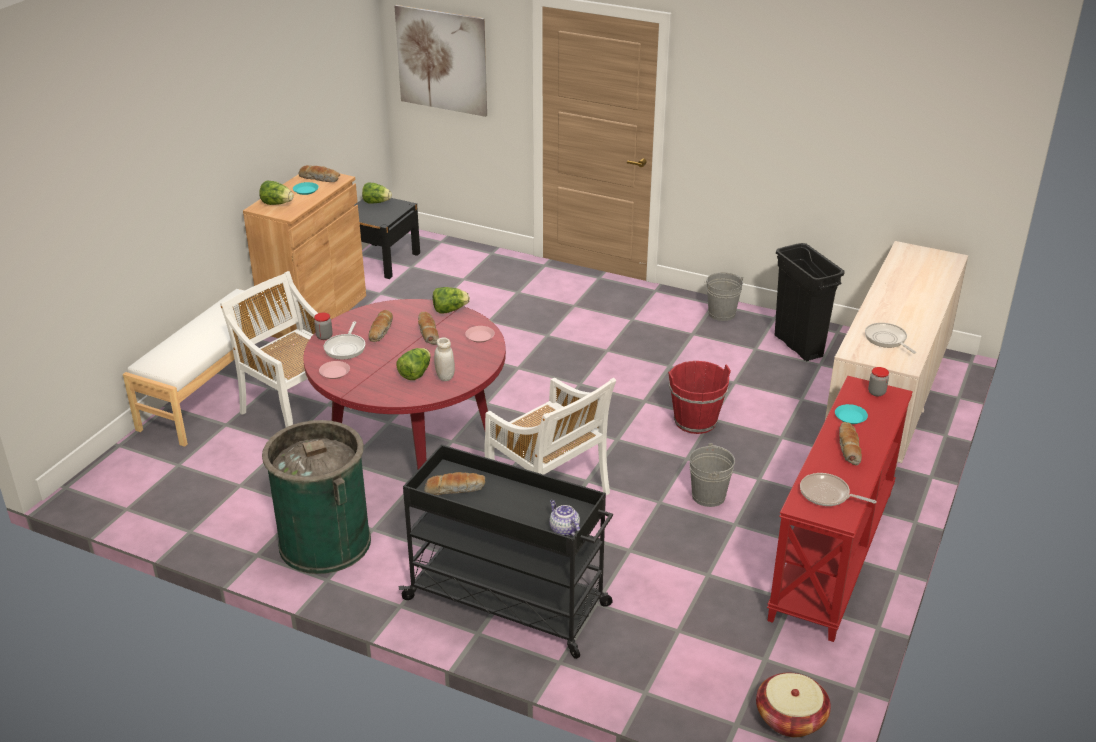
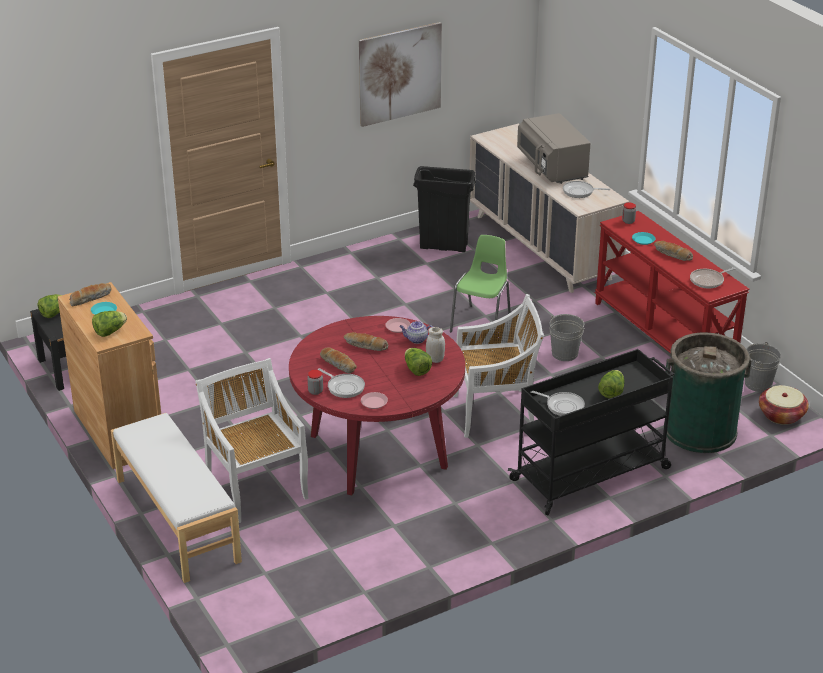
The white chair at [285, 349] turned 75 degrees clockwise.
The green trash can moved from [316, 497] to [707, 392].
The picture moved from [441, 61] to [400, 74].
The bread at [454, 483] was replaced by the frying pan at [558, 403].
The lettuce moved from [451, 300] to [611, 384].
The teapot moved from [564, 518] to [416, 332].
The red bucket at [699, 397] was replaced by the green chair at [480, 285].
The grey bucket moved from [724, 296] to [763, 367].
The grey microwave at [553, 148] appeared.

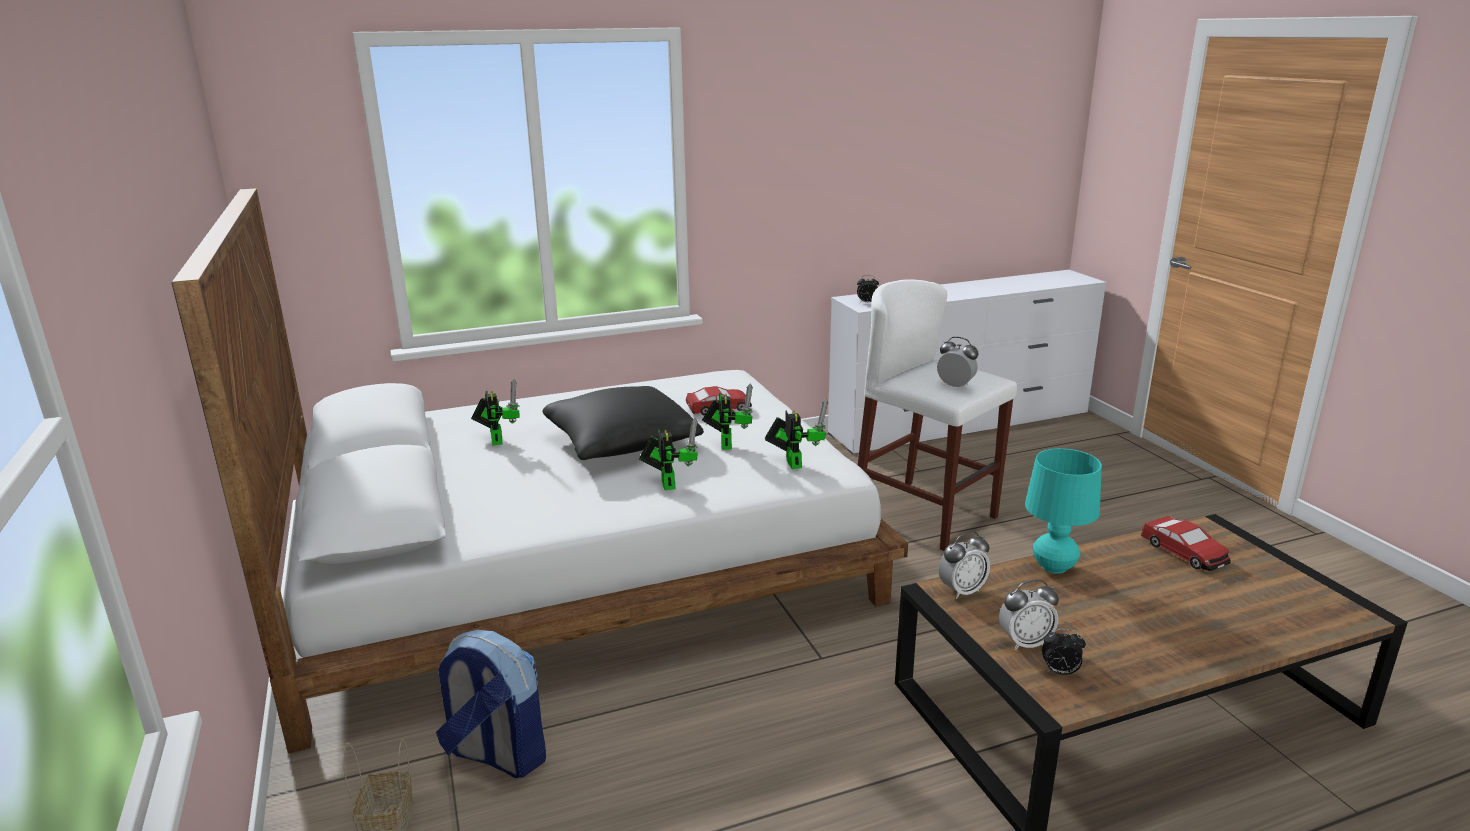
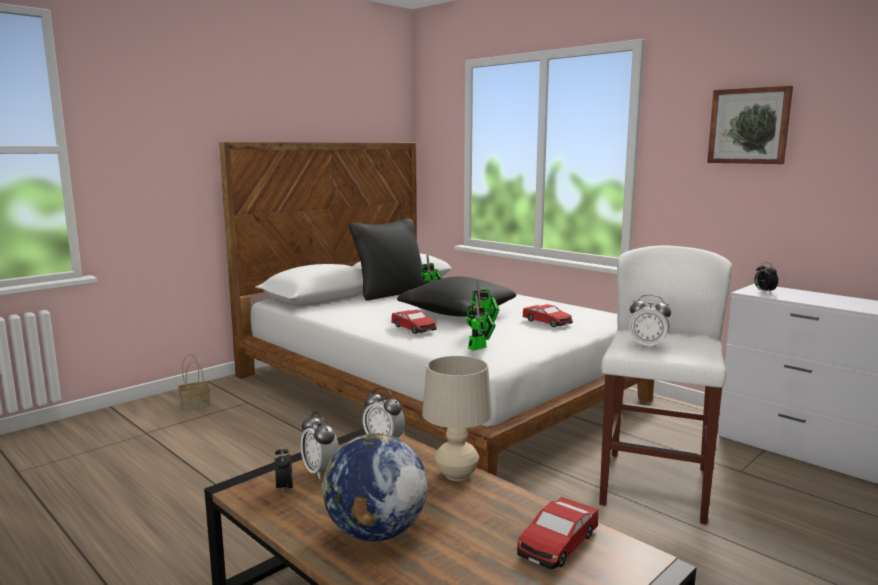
The backpack at [491, 704] disappeared.
The toy robot at [668, 454] was replaced by the toy car at [414, 322].
The alarm clock at [958, 362] turned 105 degrees clockwise.
The turquoise table lamp at [1063, 511] became the beige table lamp at [457, 418].
The globe at [374, 487] appeared.
The black pillow at [387, 259] appeared.
The picture at [750, 125] appeared.

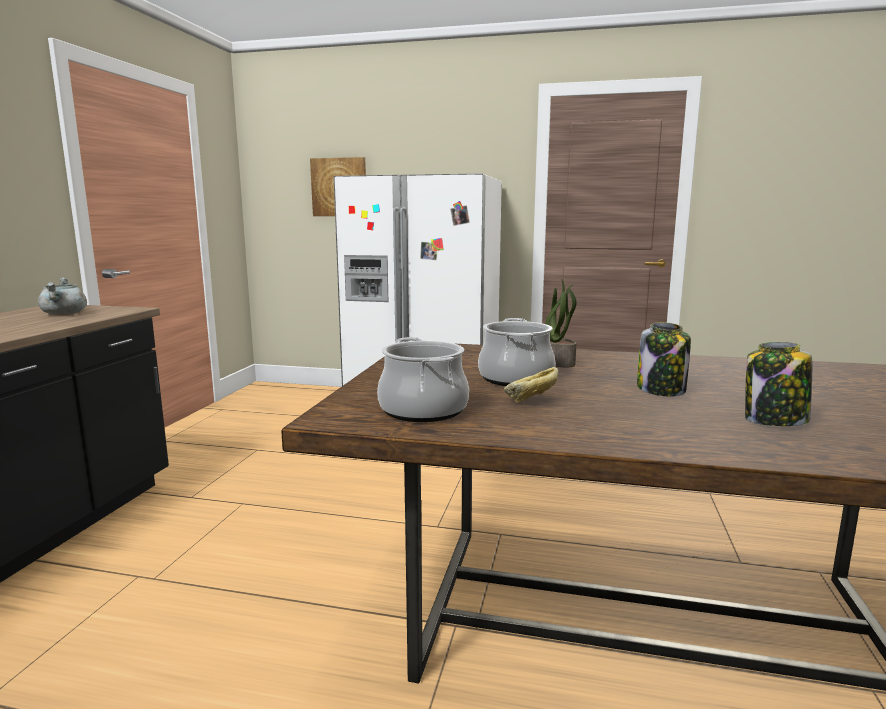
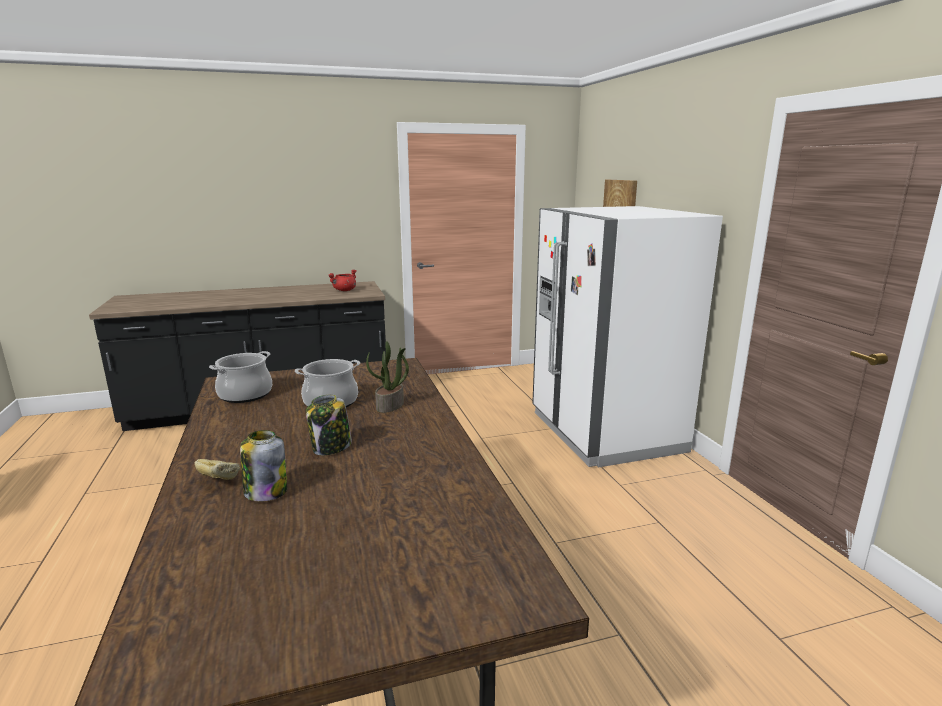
The grey cooking pot at [62, 296] became the red cooking pot at [342, 280].
The bread moved from [531, 385] to [217, 469].

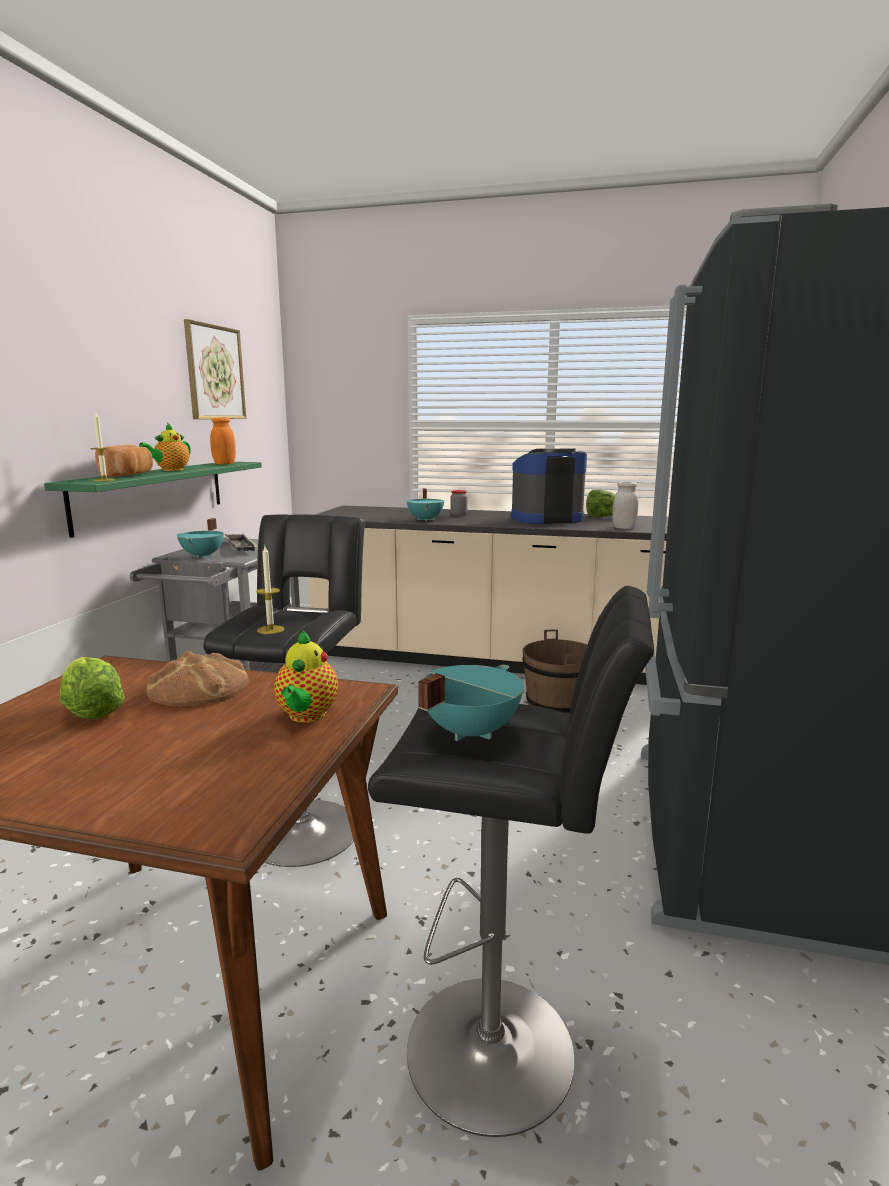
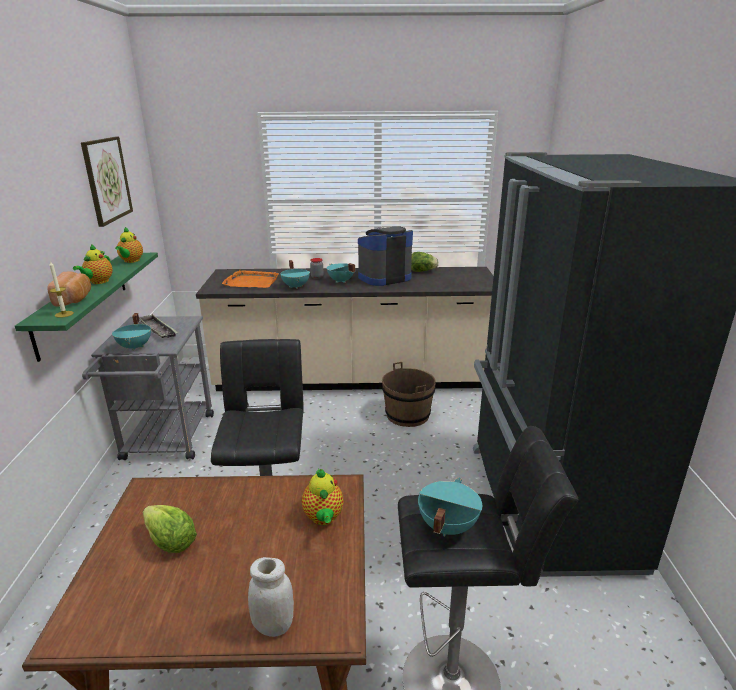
The bread at [197, 678] disappeared.
The orange jar at [223, 441] was replaced by the teapot at [129, 245].
The candle at [270, 590] disappeared.
The white jar moved from [625, 505] to [271, 597].
The orange tray at [250, 279] appeared.
The turquoise cooking pot at [341, 273] appeared.

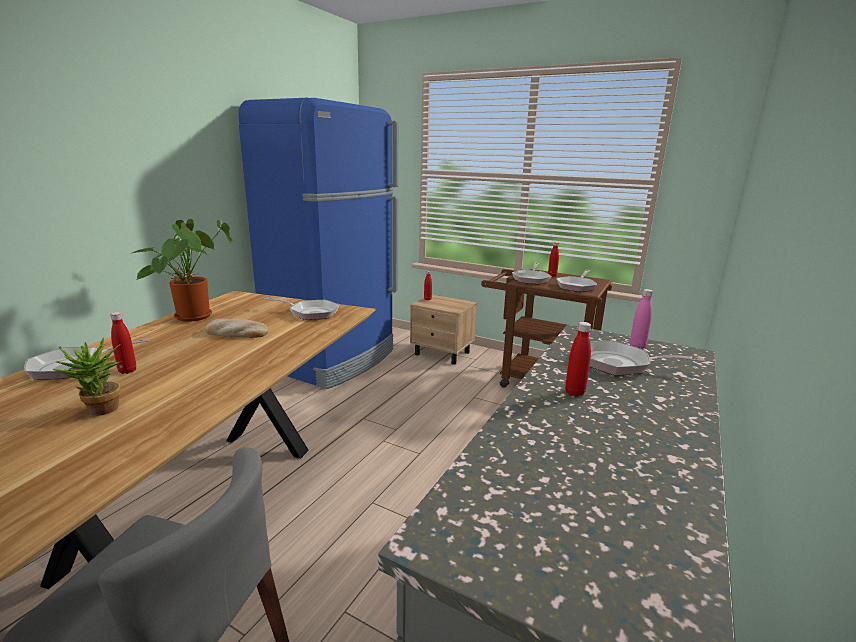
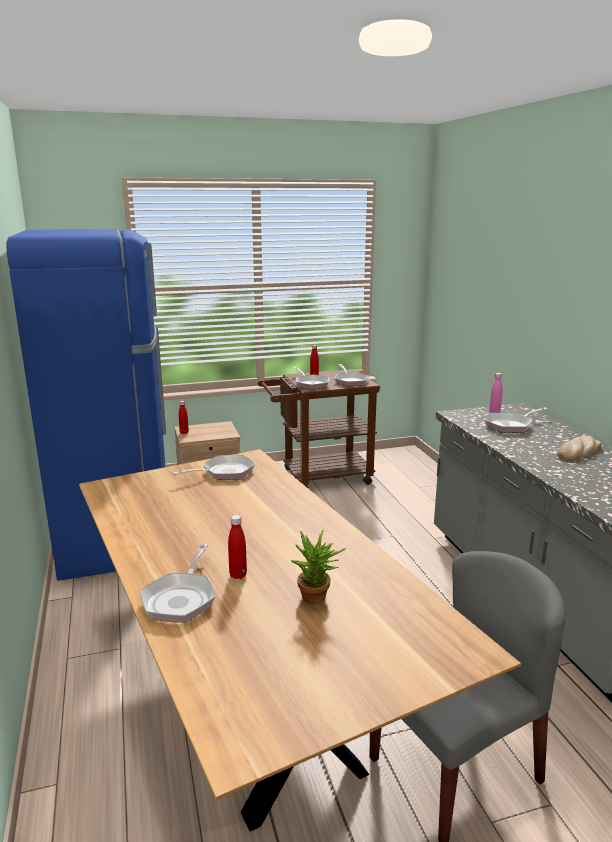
The potted plant at [182, 270] disappeared.
The bread moved from [237, 328] to [579, 447].
The red bottle at [578, 359] disappeared.

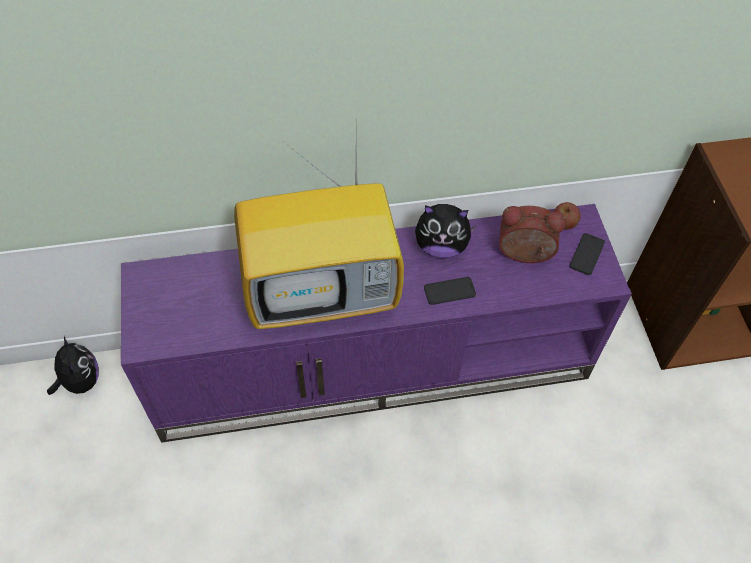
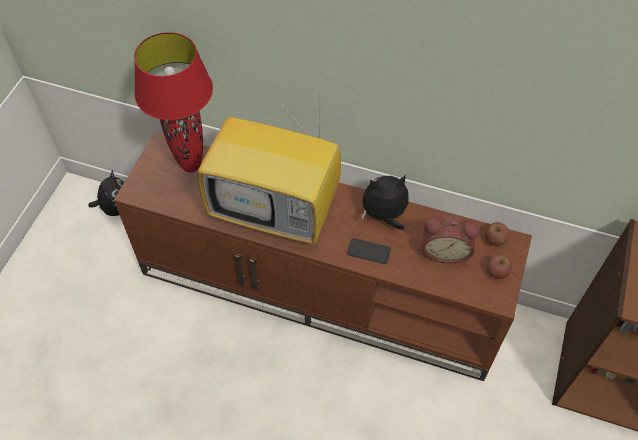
The purple tv stand at [376, 323] became the brown tv stand at [323, 256].
The plush toy at [445, 231] turned 135 degrees clockwise.
The alarm clock at [532, 234] turned 150 degrees clockwise.
The phone at [587, 254] was replaced by the apple at [499, 266].
The red table lamp at [173, 102] appeared.

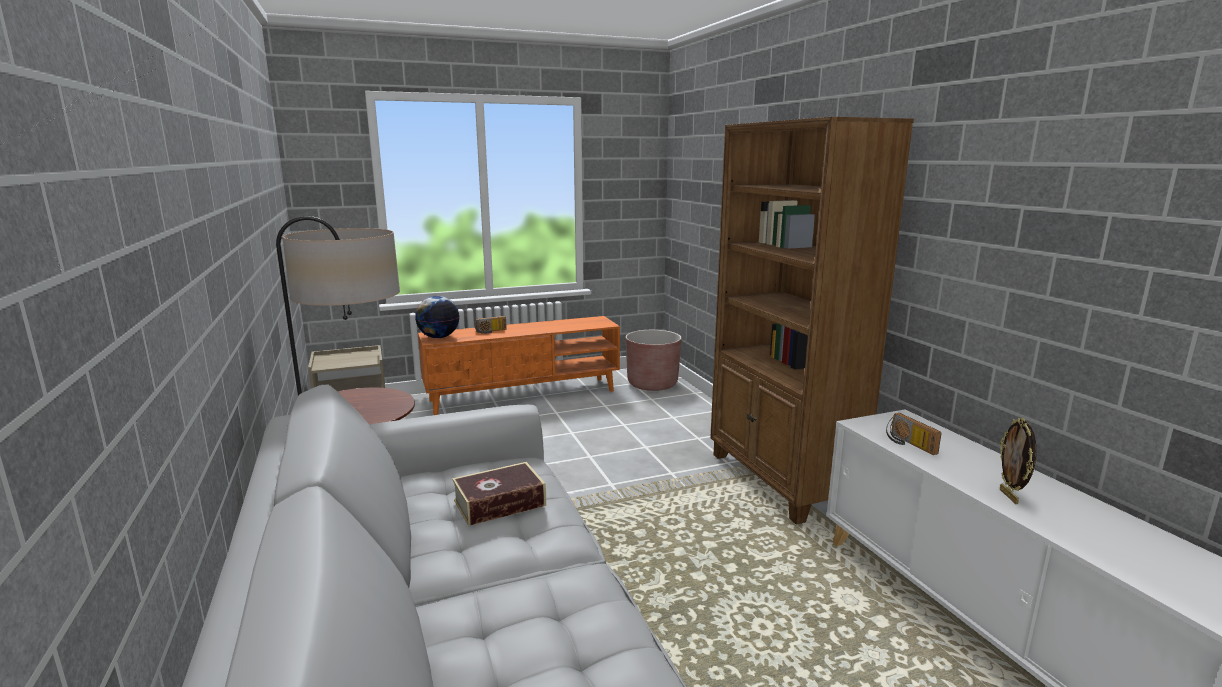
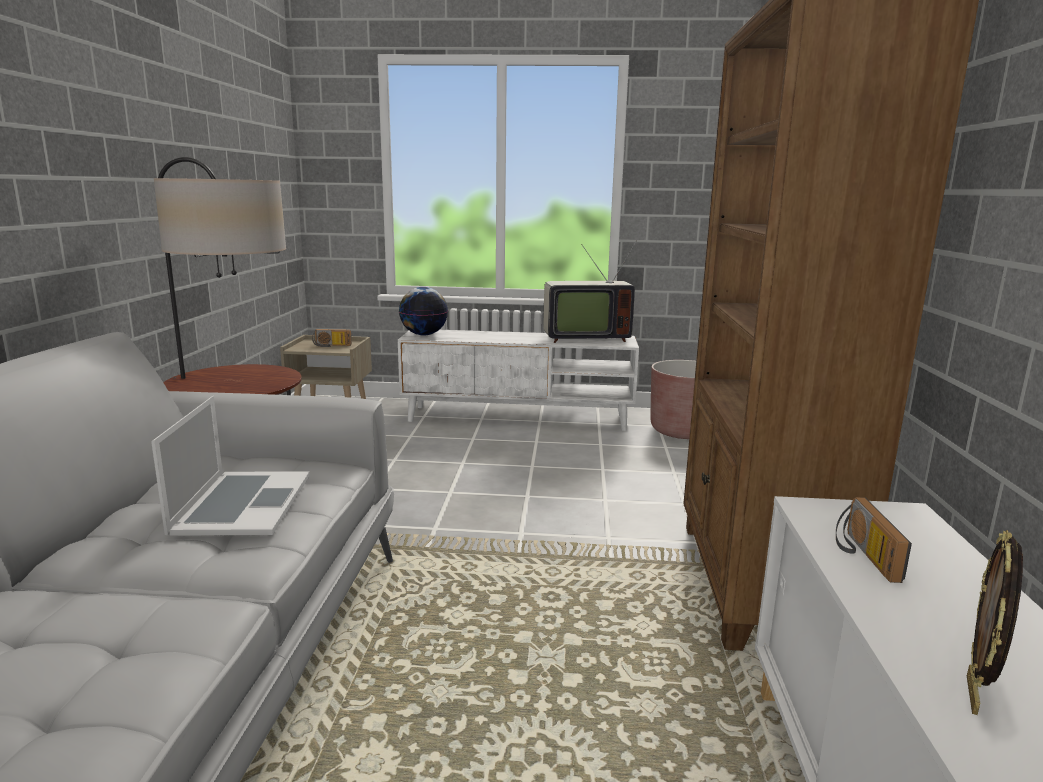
The orange tv stand at [519, 365] became the white tv stand at [518, 380].
The book at [499, 494] was replaced by the laptop at [230, 466].
The radio moved from [490, 325] to [332, 338].
The television at [589, 292] appeared.

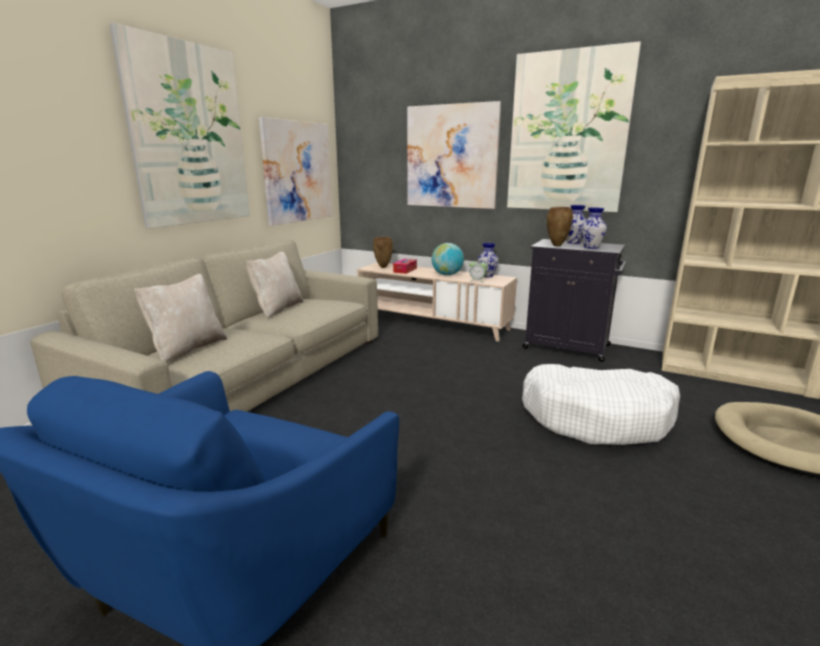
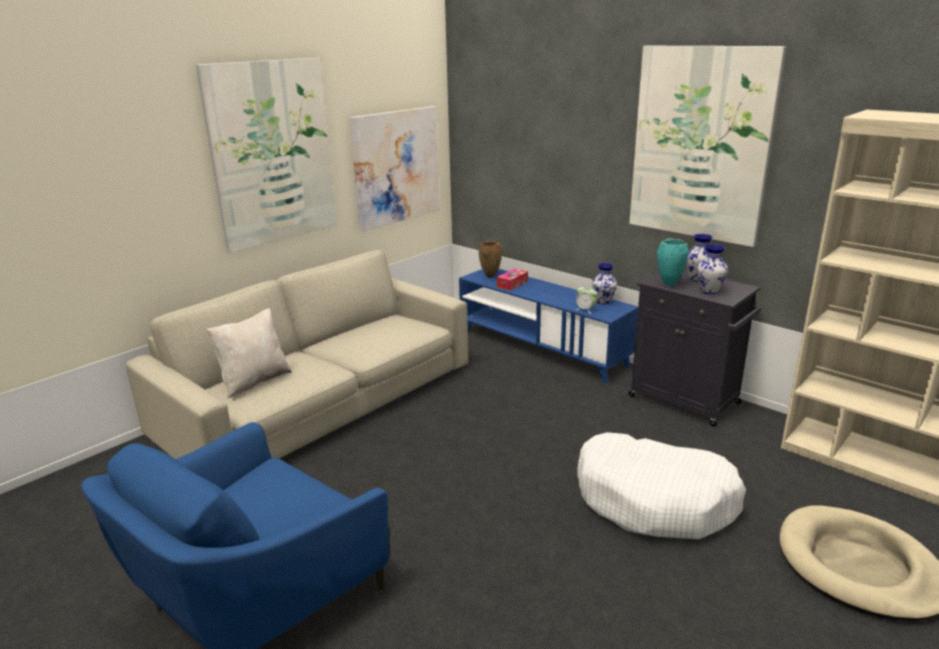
The beige pillow at [274, 285] disappeared.
The beige tv stand at [437, 302] became the blue tv stand at [548, 326].
The picture at [454, 155] disappeared.
The globe at [447, 259] disappeared.
The brown vase at [560, 227] became the turquoise vase at [672, 262].

